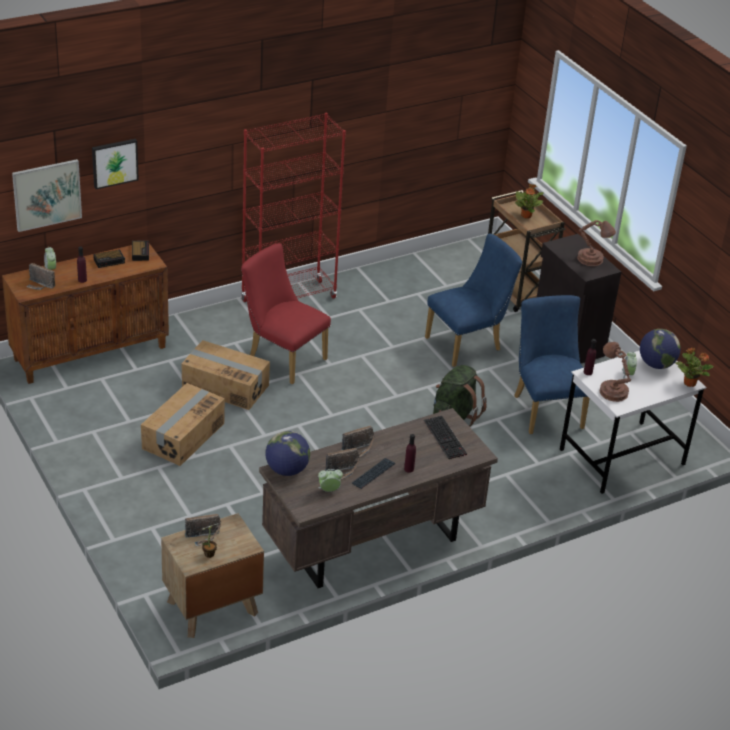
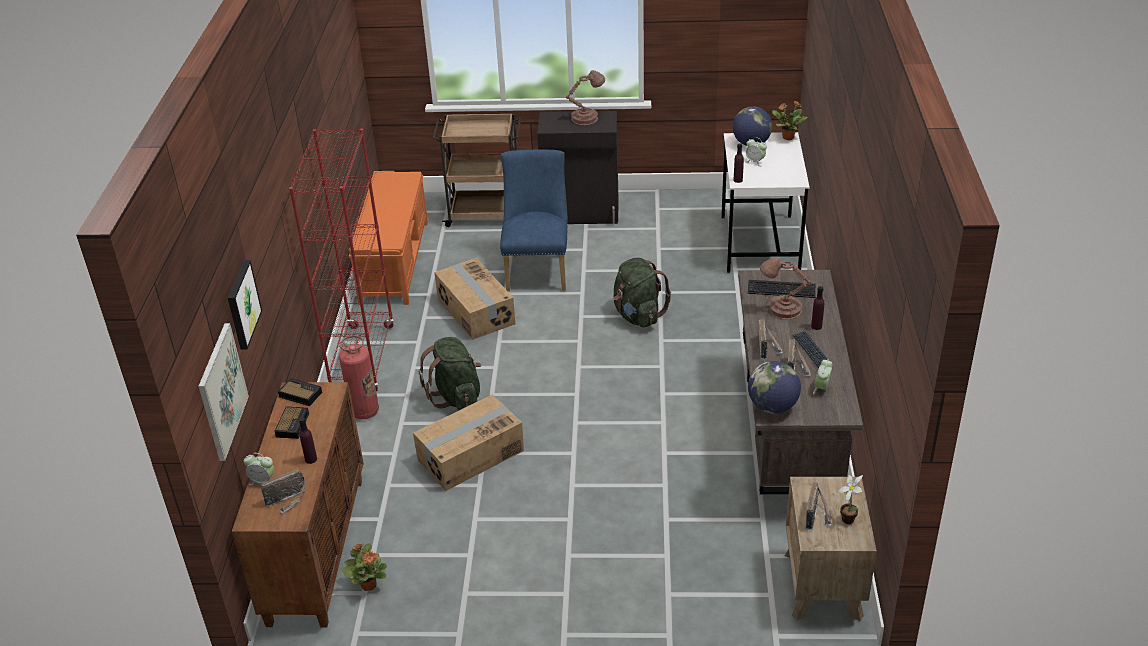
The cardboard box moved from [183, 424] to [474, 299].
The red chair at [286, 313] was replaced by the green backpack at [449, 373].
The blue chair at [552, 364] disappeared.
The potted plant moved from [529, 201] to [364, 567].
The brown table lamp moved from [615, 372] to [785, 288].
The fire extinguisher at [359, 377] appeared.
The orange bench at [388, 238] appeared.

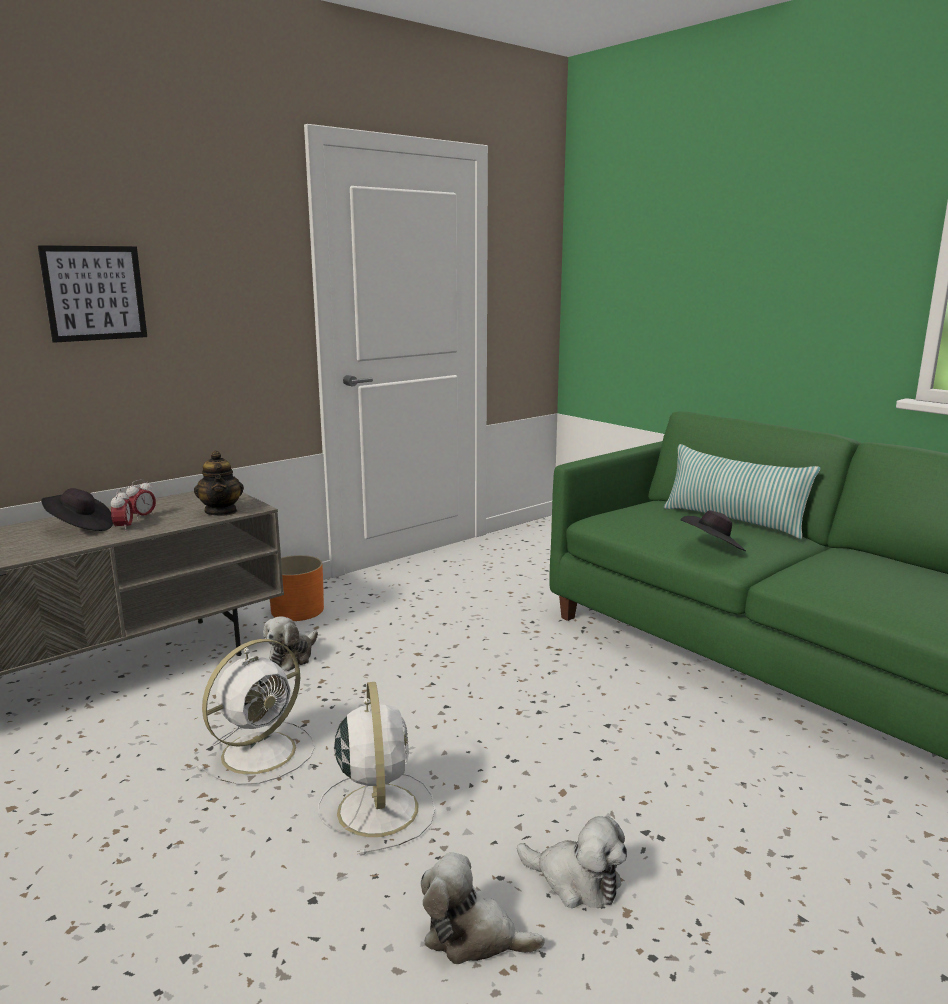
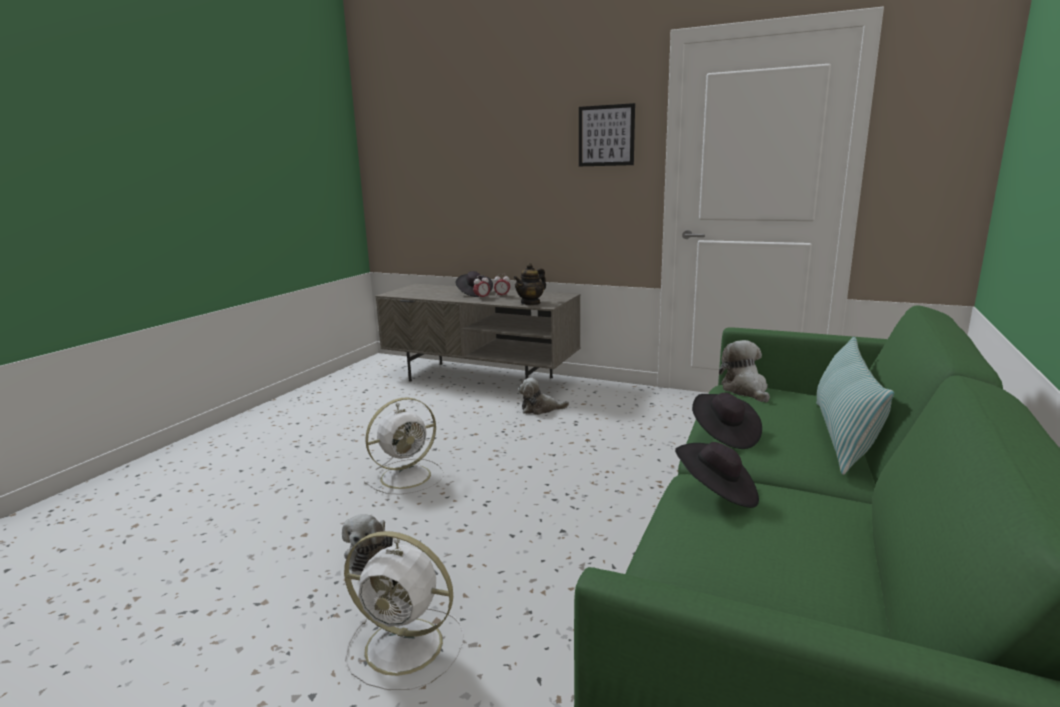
The picture moved from [92, 294] to [607, 134].
The white fan moved from [256, 712] to [404, 610].
The orange planter at [297, 588] disappeared.
The plush toy moved from [483, 908] to [744, 371].
The black hat at [717, 475] appeared.

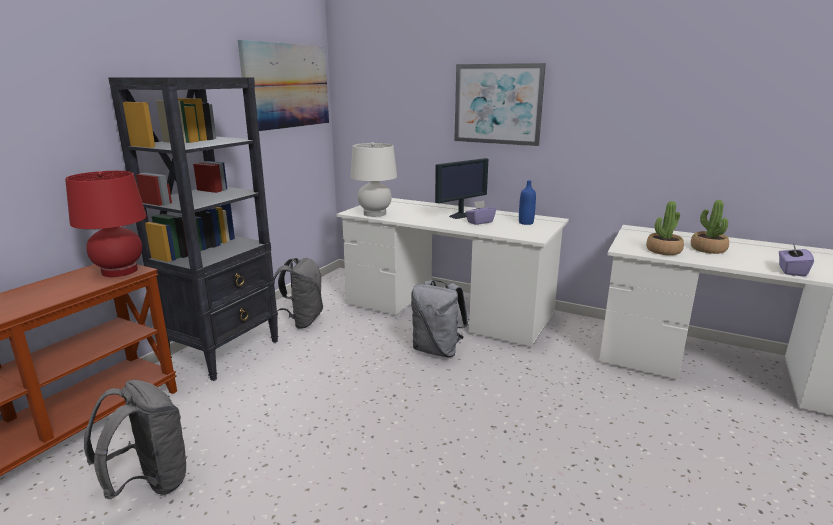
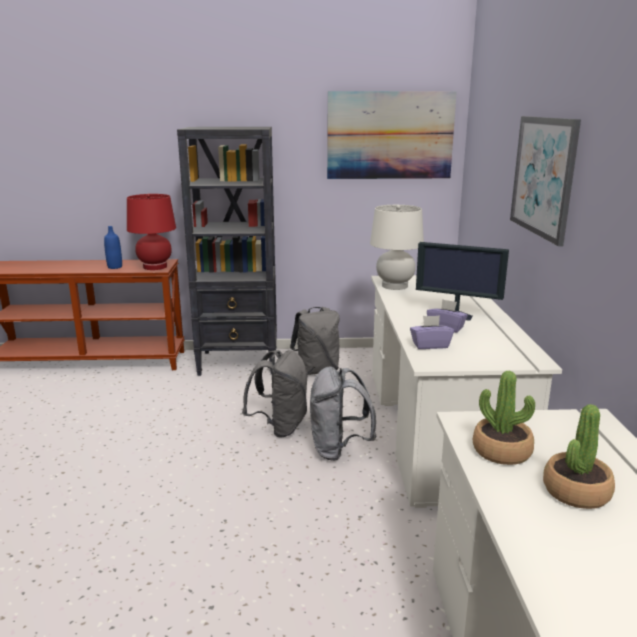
The grey backpack moved from [135, 439] to [275, 393].
The blue bottle moved from [527, 202] to [113, 247].
The purple tissue box moved from [796, 260] to [432, 332].

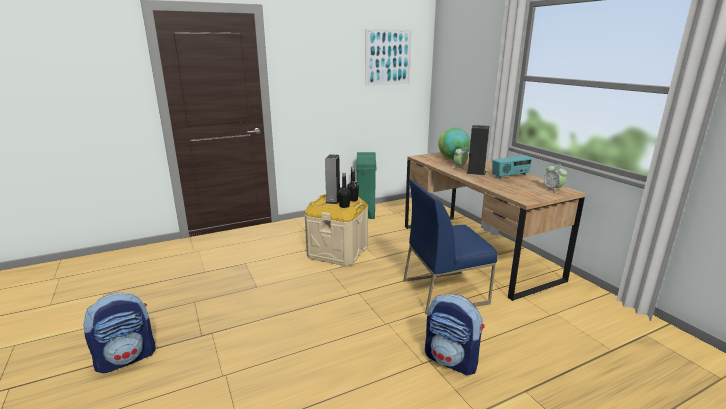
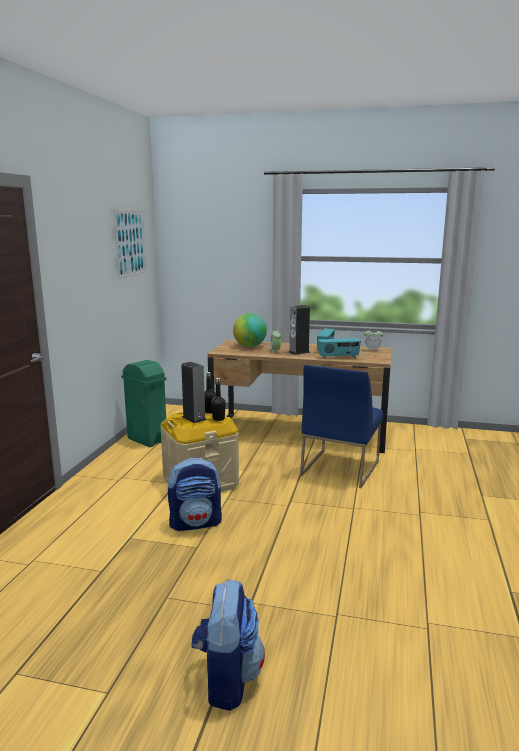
The backpack moved from [455, 334] to [195, 494].
The radio at [339, 348] appeared.

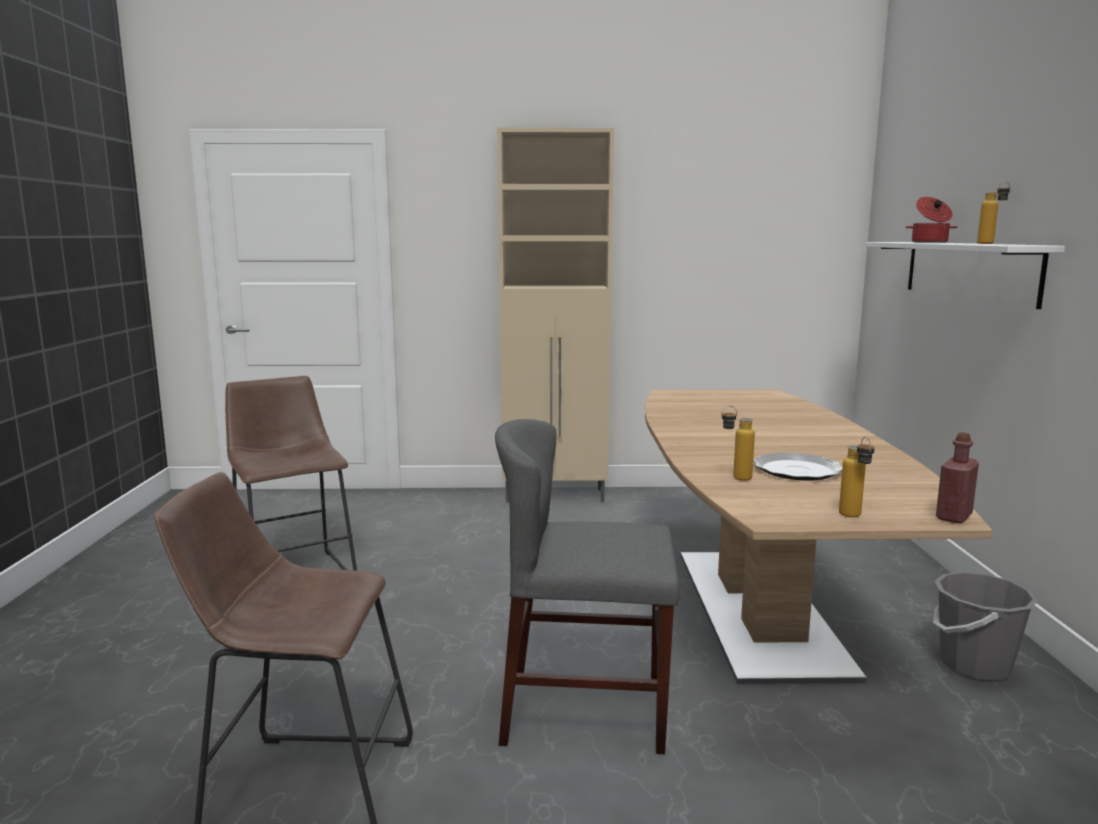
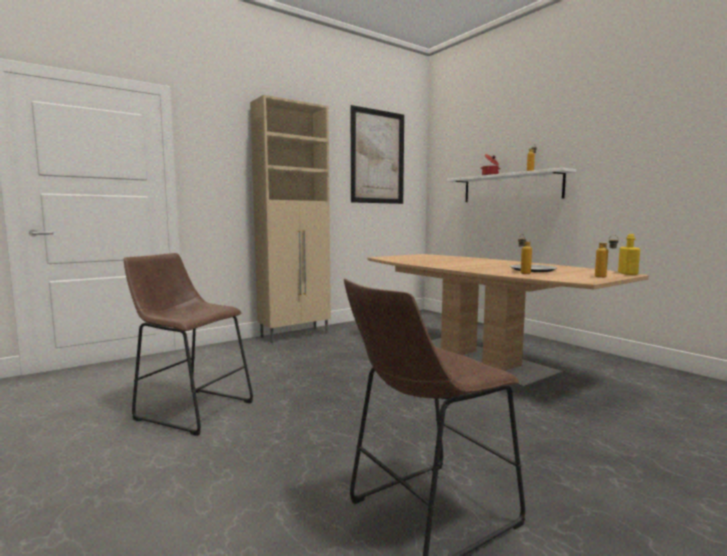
The grey chair at [587, 586] disappeared.
The grey bucket at [985, 626] disappeared.
The red bottle at [957, 478] became the yellow bottle at [629, 254].
The picture at [377, 154] appeared.

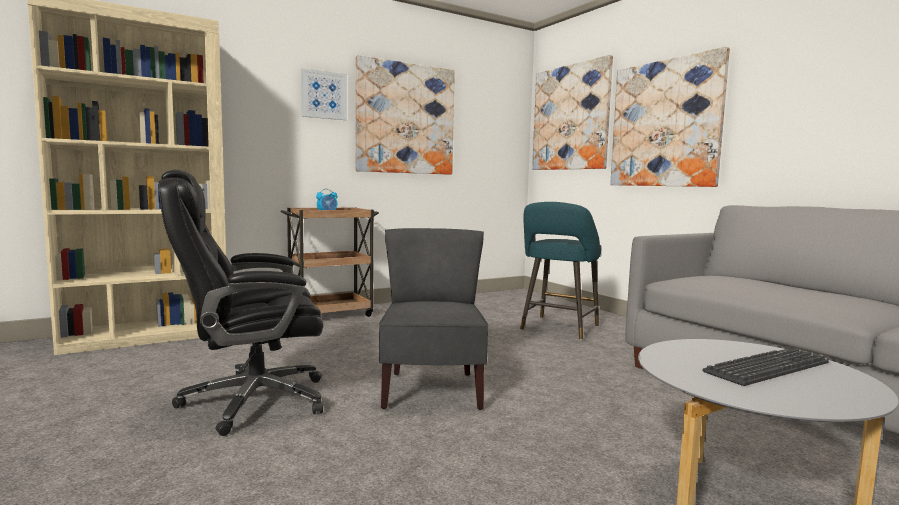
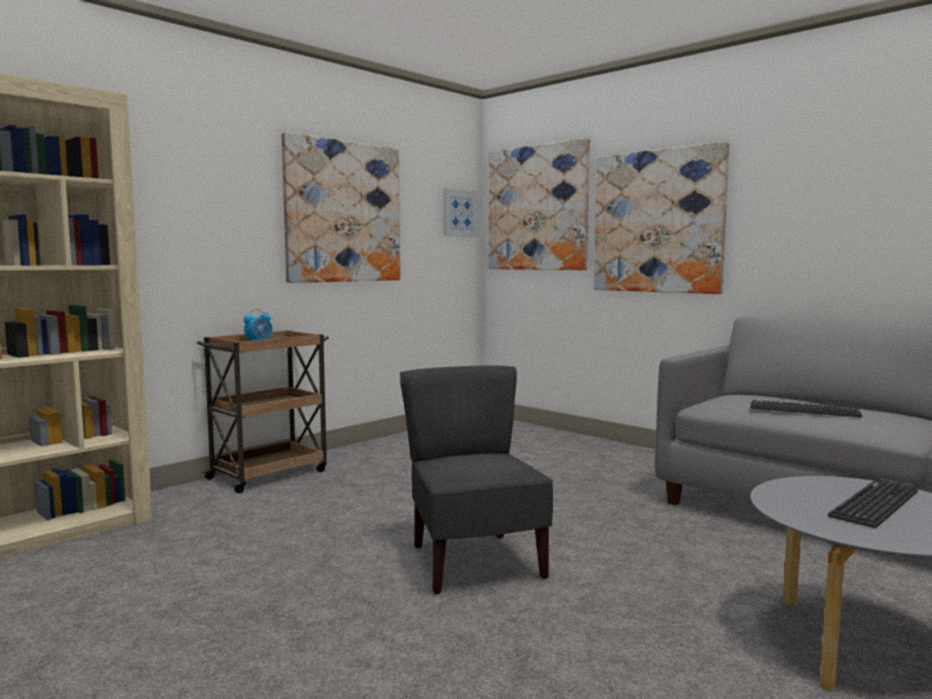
The black office chair at [240, 303] disappeared.
The picture moved from [324, 94] to [460, 212].
The turquoise stool at [560, 271] disappeared.
The keyboard at [806, 408] appeared.

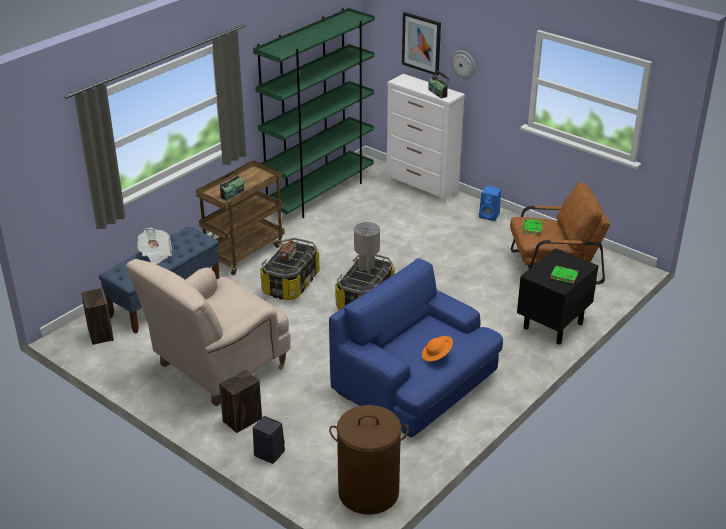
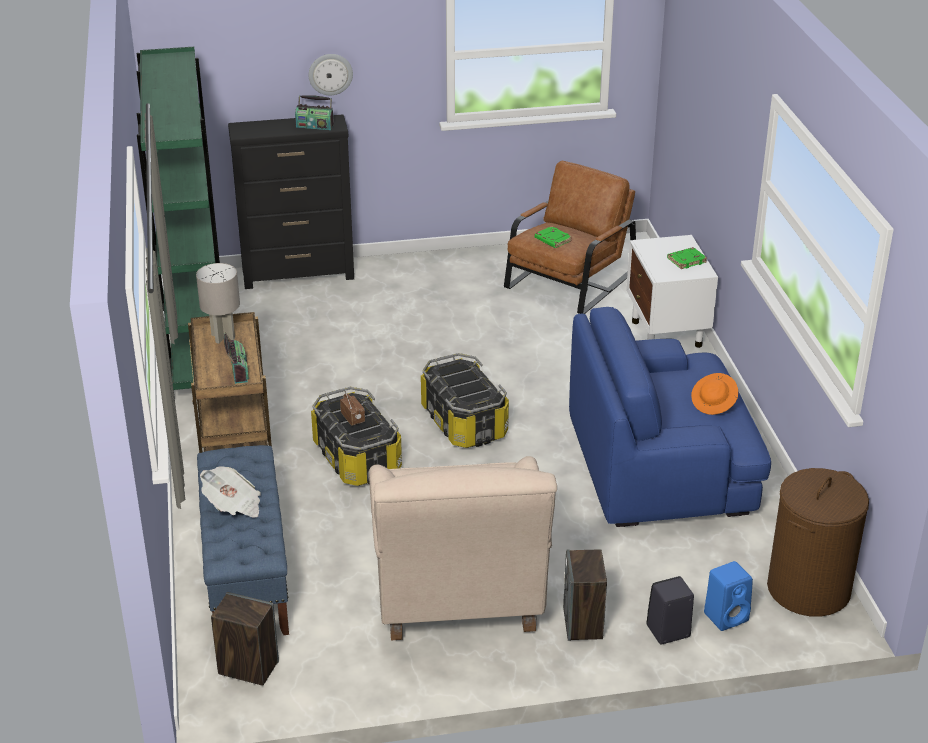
The grey table lamp moved from [367, 248] to [218, 303].
The white dresser at [425, 138] became the black dresser at [291, 202].
The picture at [421, 44] disappeared.
The blue speaker moved from [490, 203] to [728, 596].
The black nightstand at [558, 296] became the white nightstand at [672, 291].

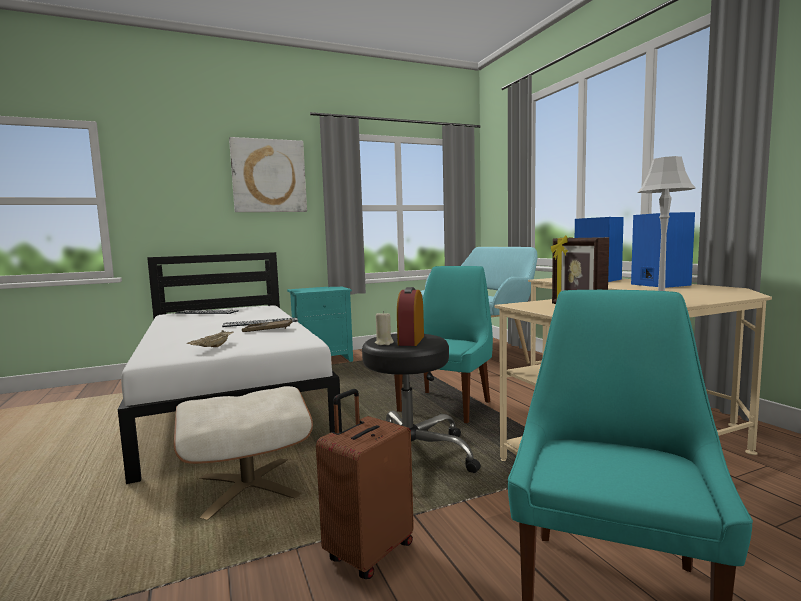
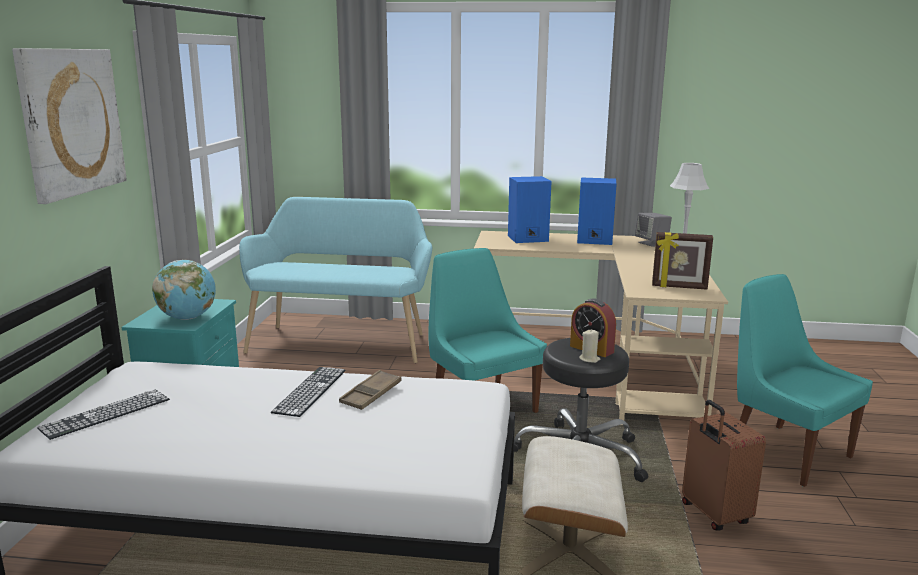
The beige tray at [210, 338] disappeared.
The globe at [184, 290] appeared.
The grey speaker at [653, 230] appeared.

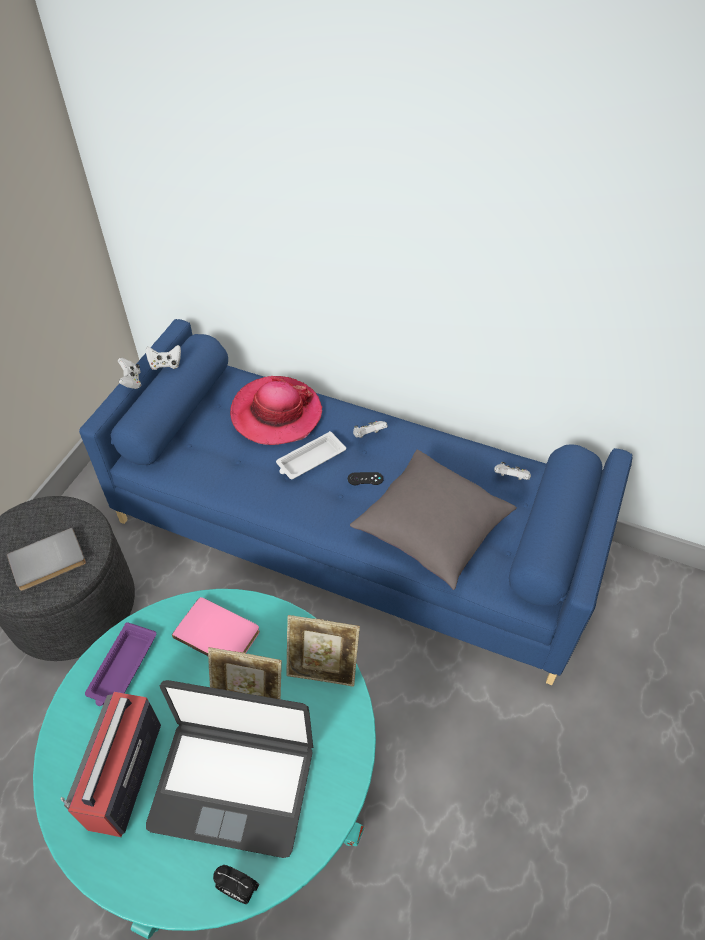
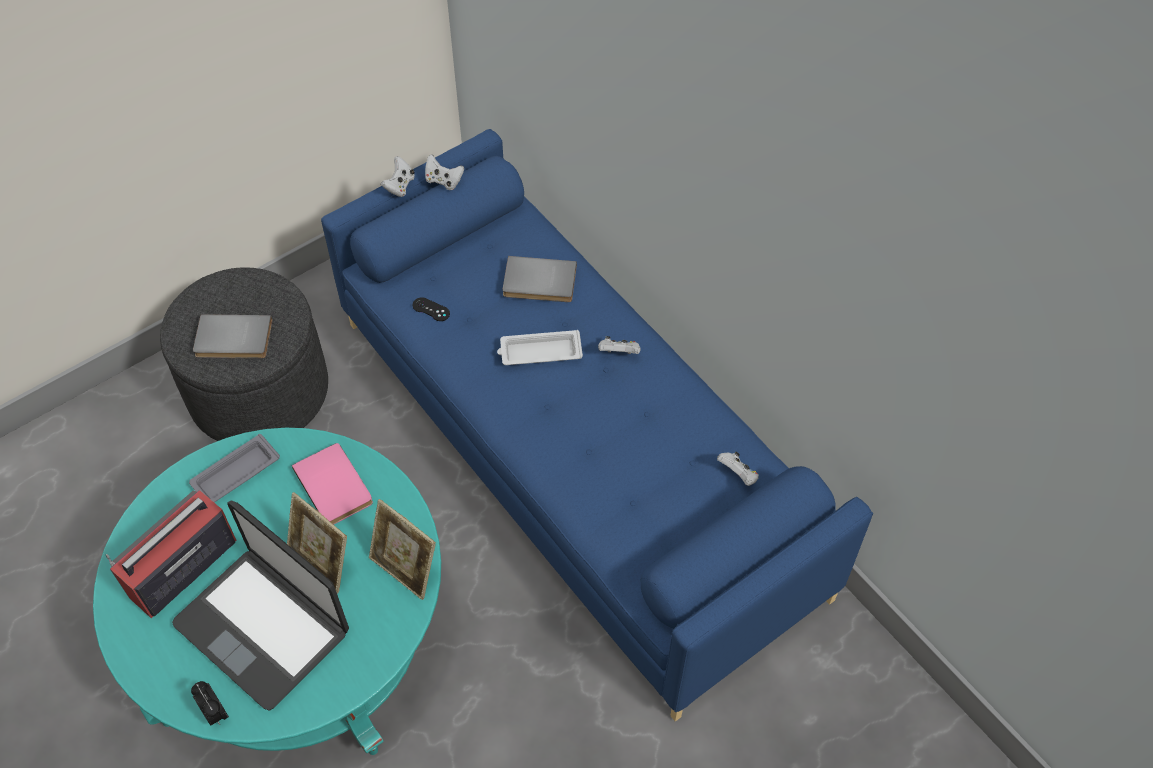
The purple tray at [120, 664] became the grey tray at [234, 468].
The hat at [276, 410] was replaced by the grey book at [540, 279].
The black game controller moved from [366, 478] to [431, 309].
The grey pillow at [433, 520] disappeared.

